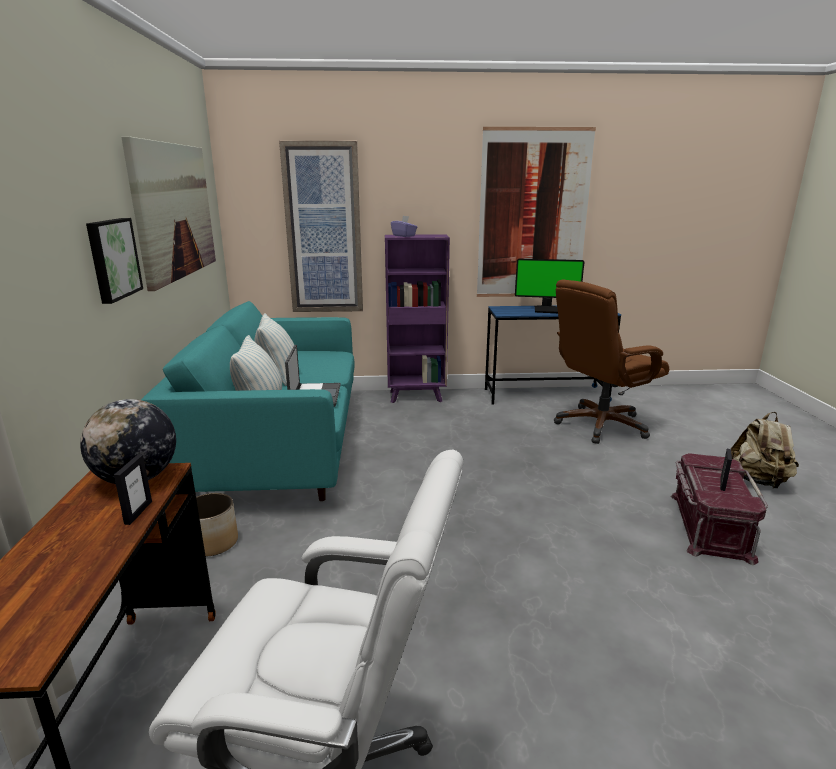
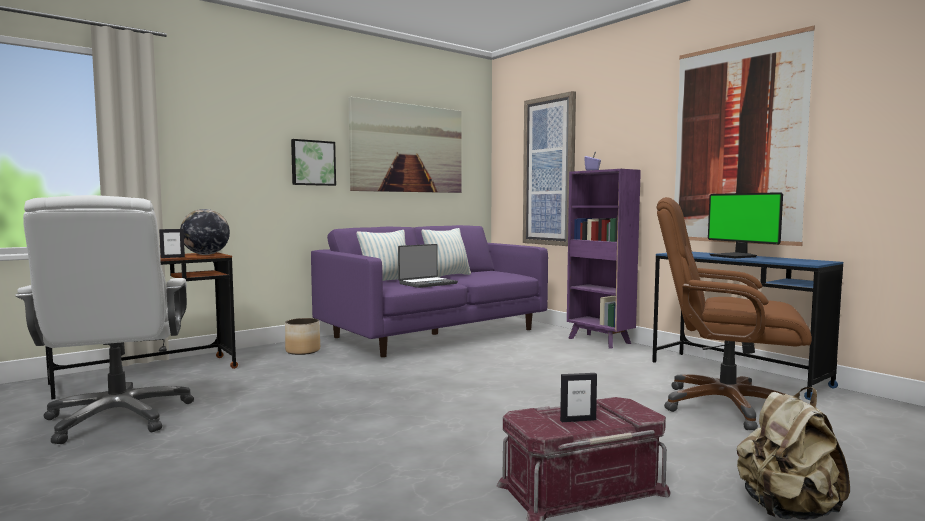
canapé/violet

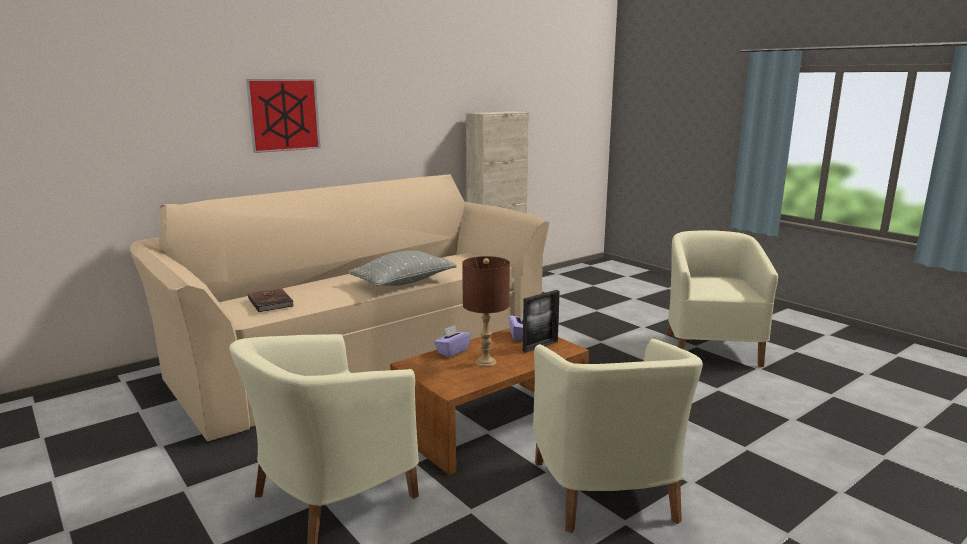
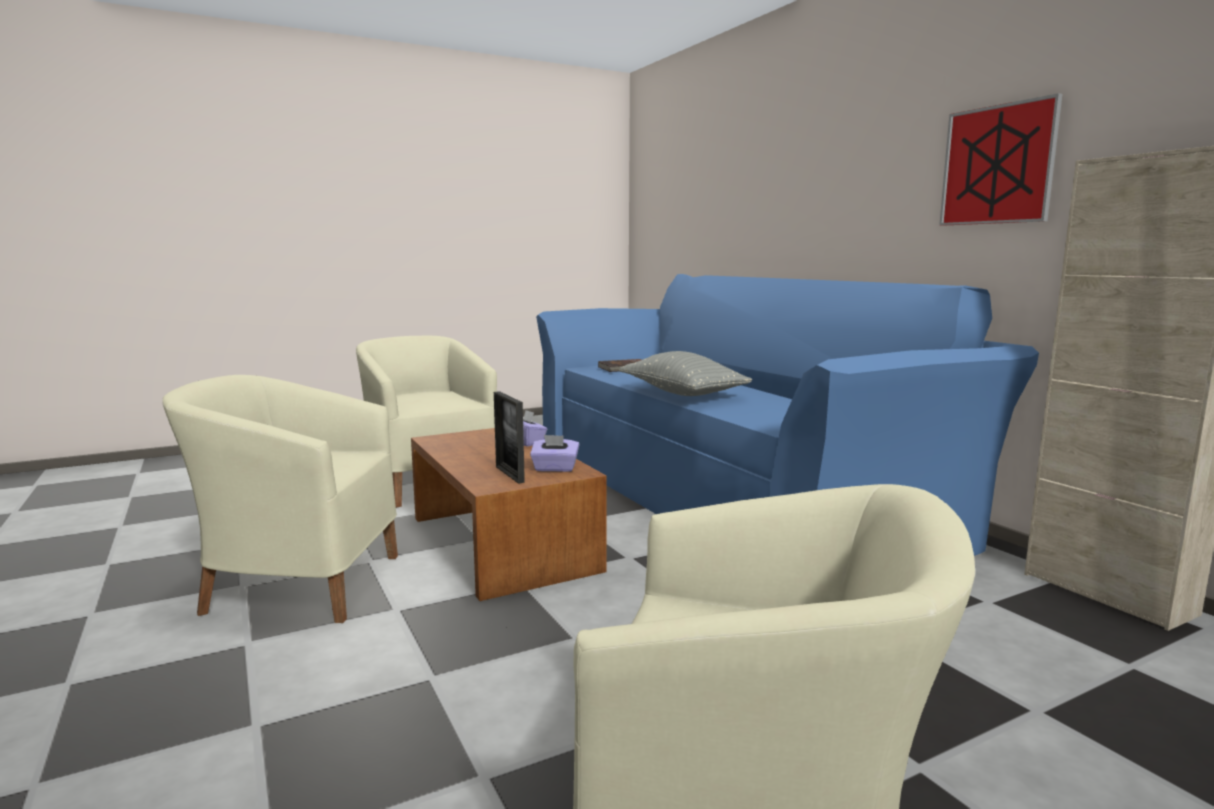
canapé/bleu
tableau
lampe de table/marron

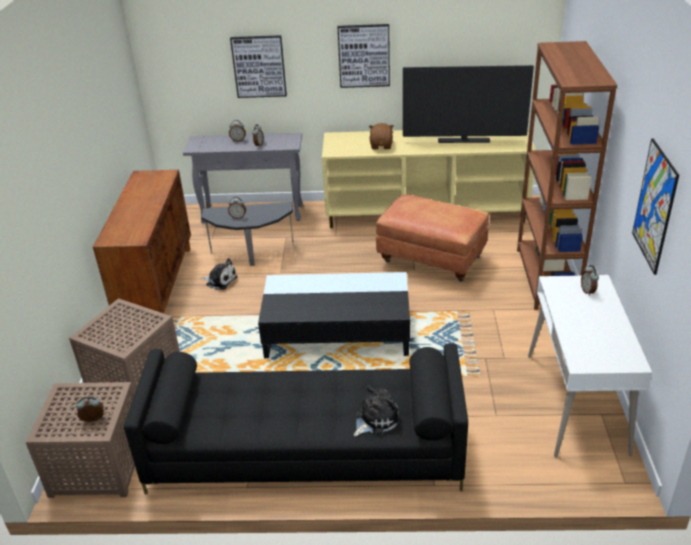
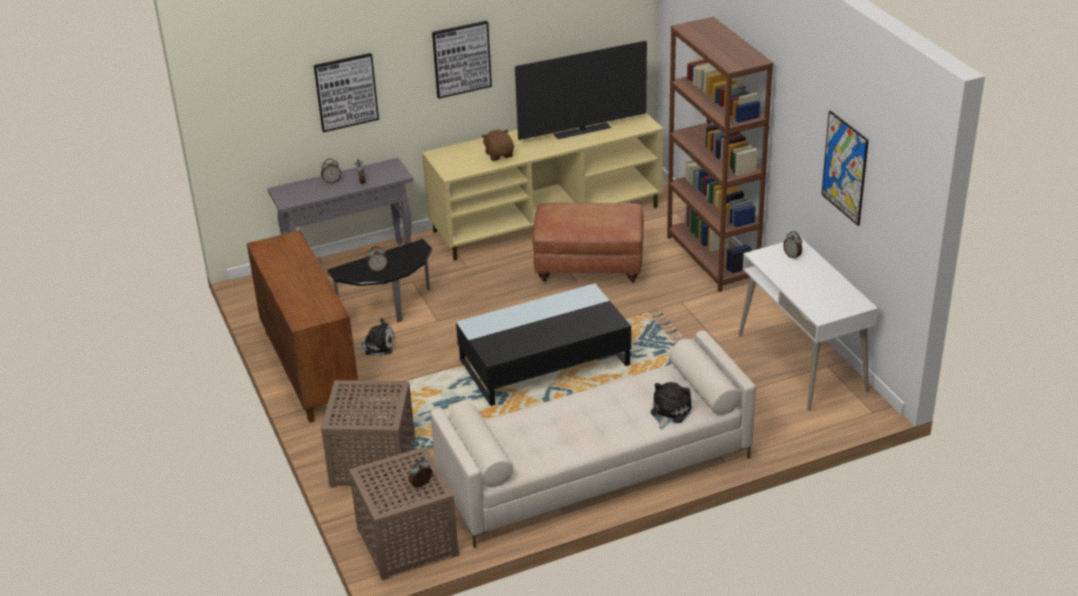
canapé/beige

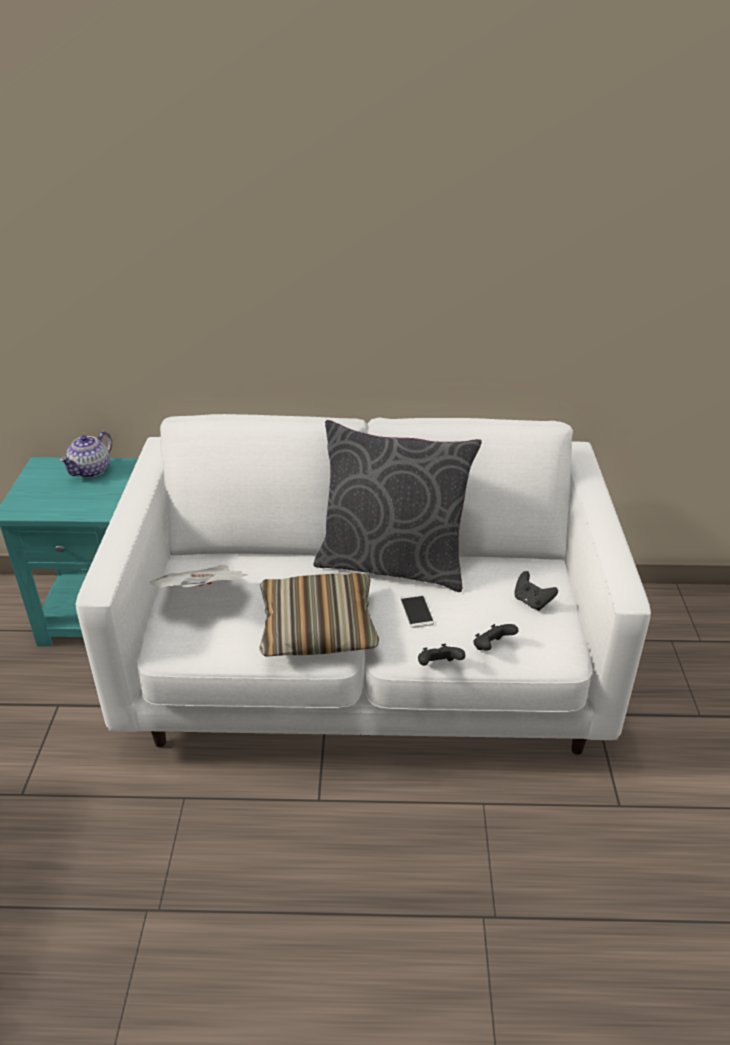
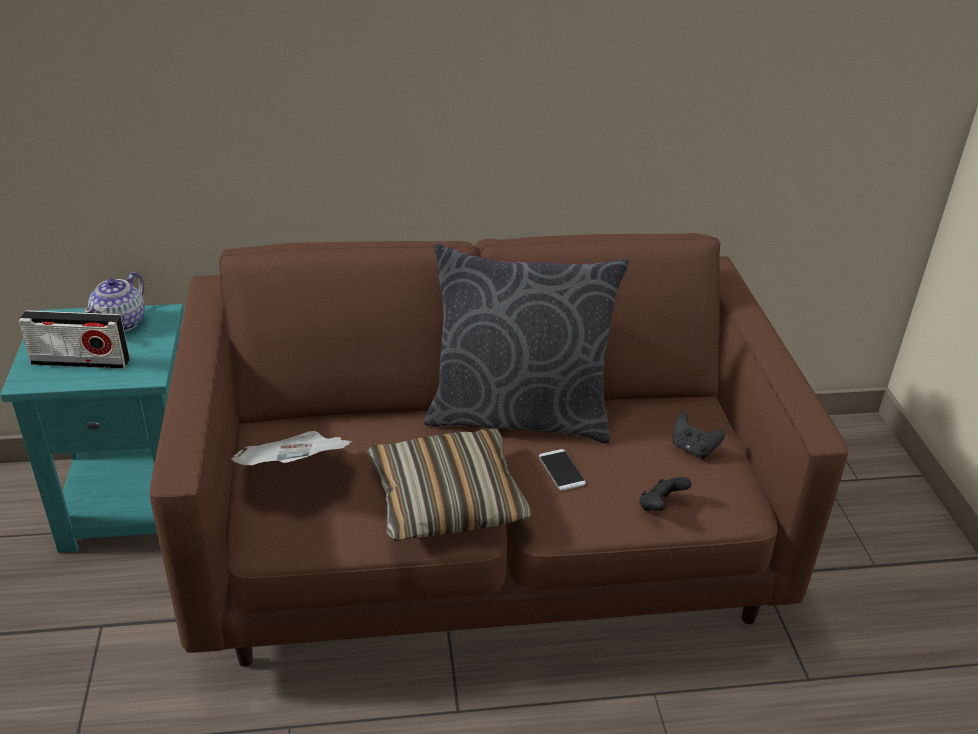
radio
canapé/marron
manette/noir (1st from left in the first image)

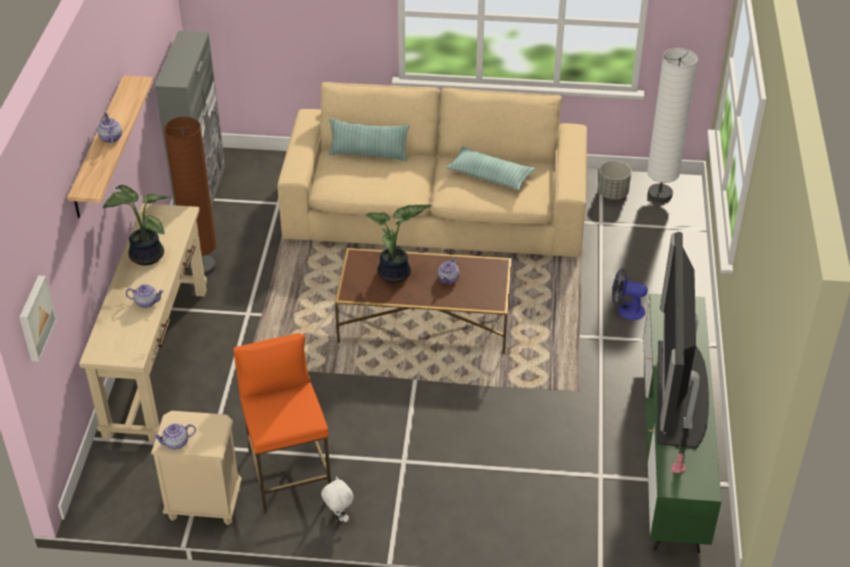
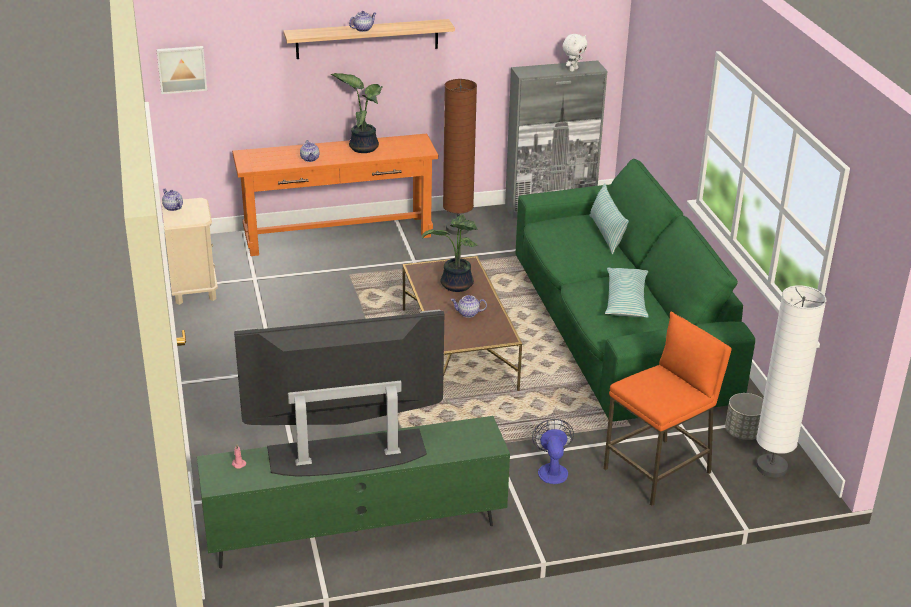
table console/orange
canapé/vert
peluche/blanc
tabouret/orange

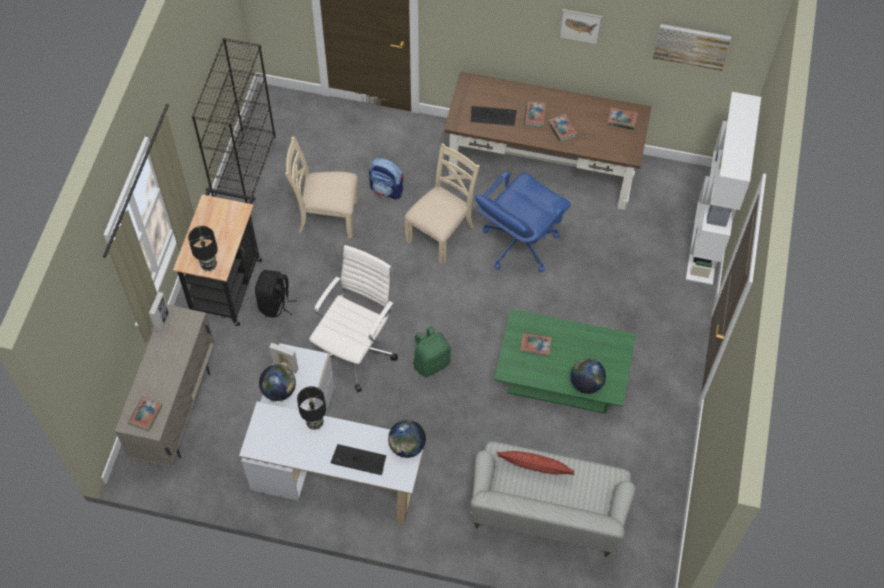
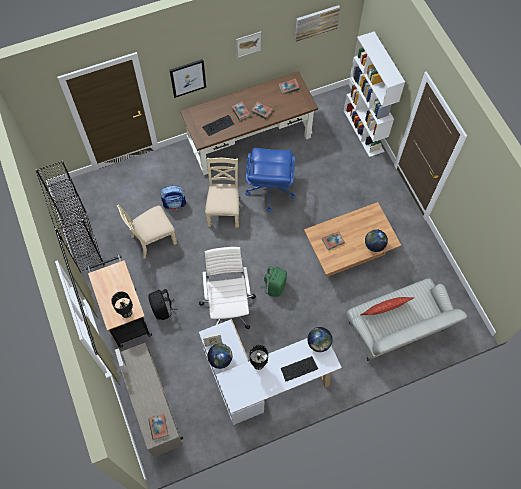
tableau (1st from left)
table basse/marron

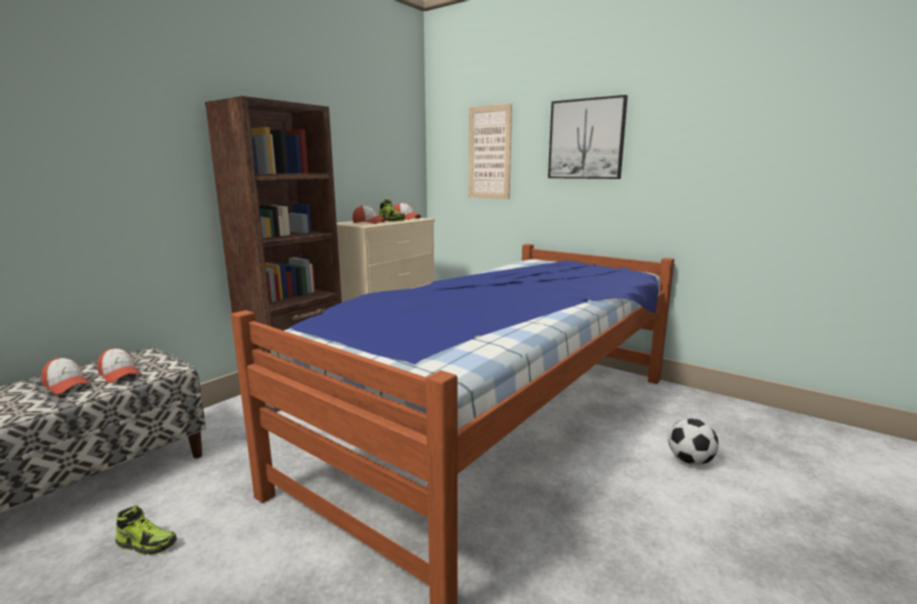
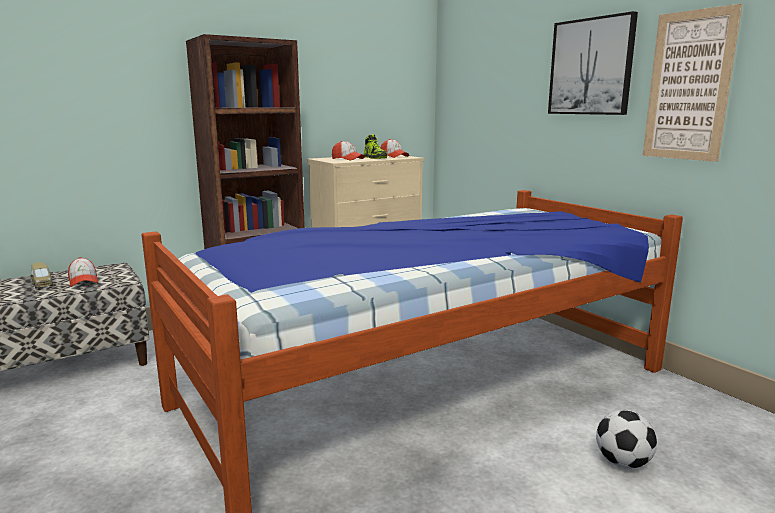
petite voiture
tableau (2nd from left)
chaussure (1st from left in the first image)

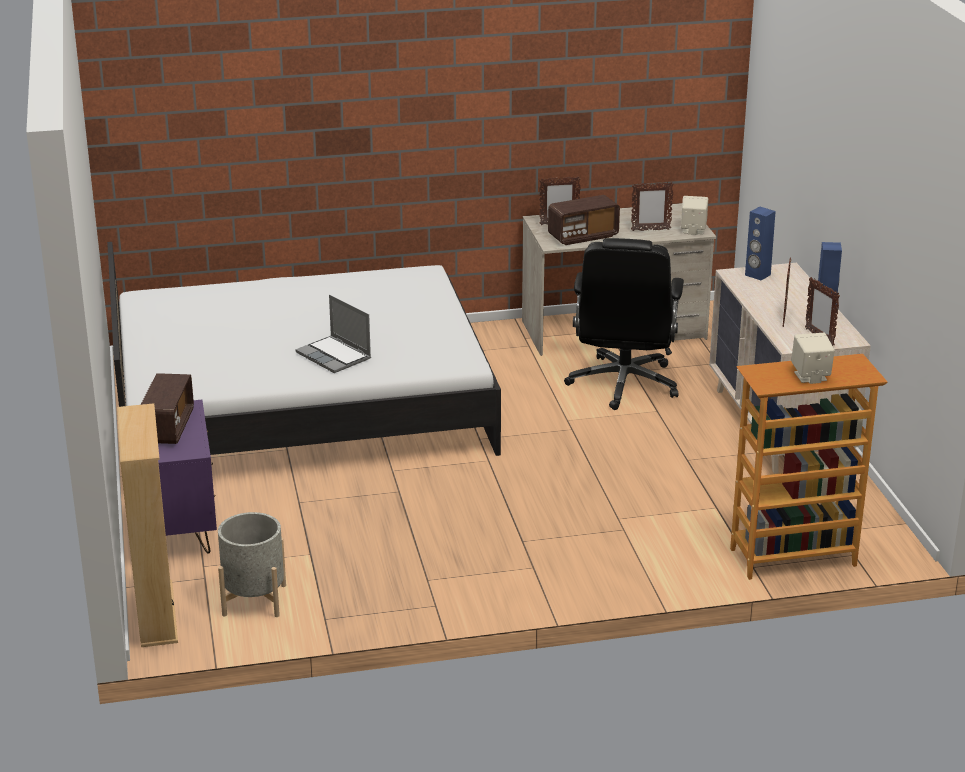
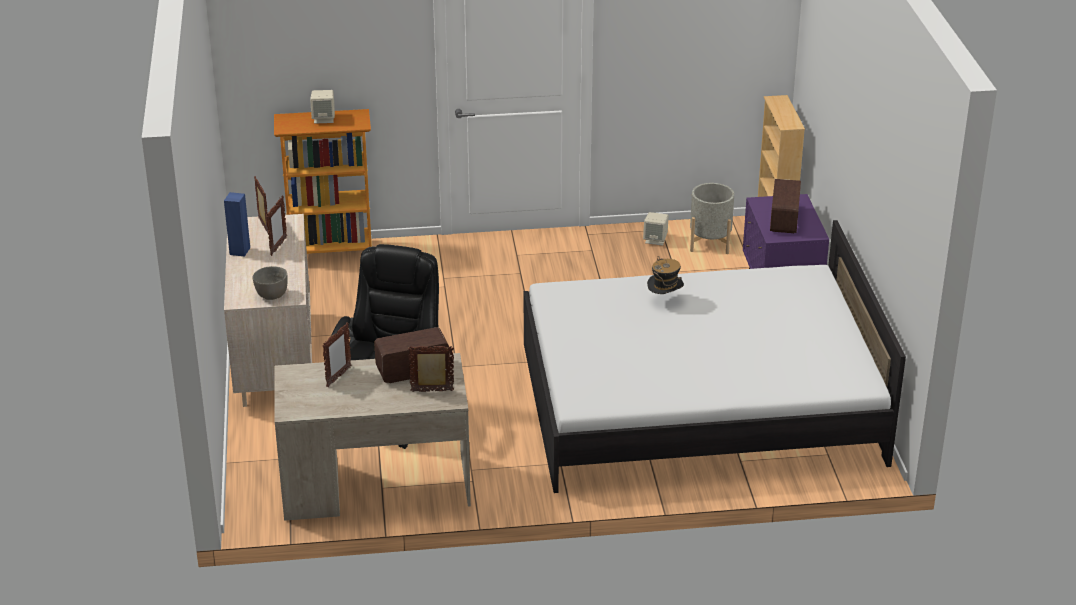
bol/gris
cadre photo (3rd from left)
enceinte/beige (2nd from left)
chapeau

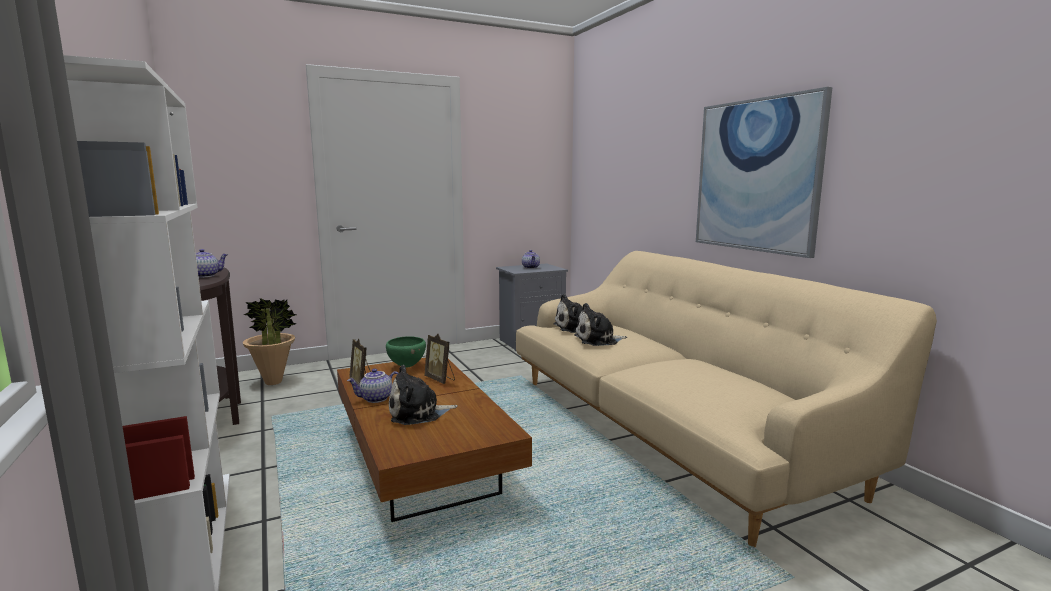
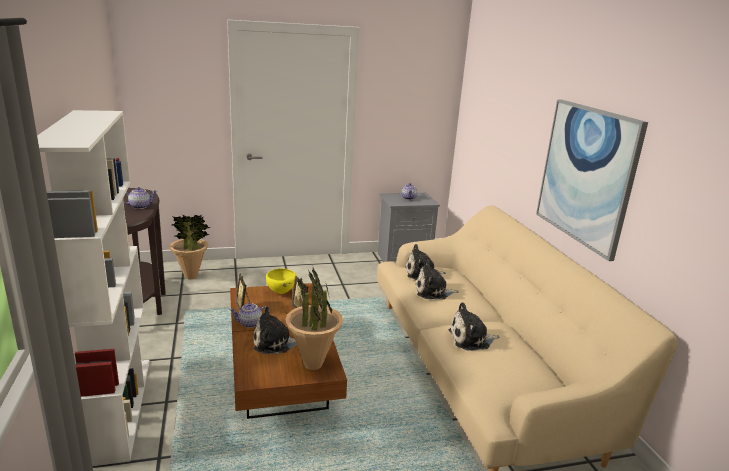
bol/jaune
plante en pot (2nd from left)
peluche (4th from left)

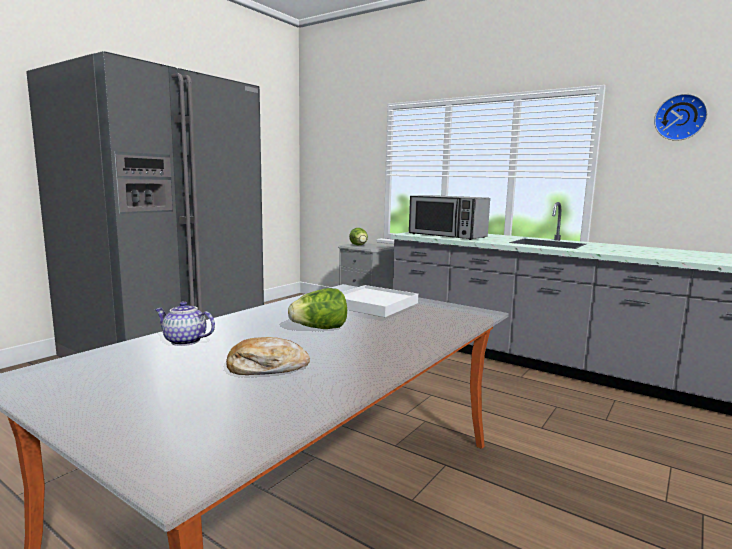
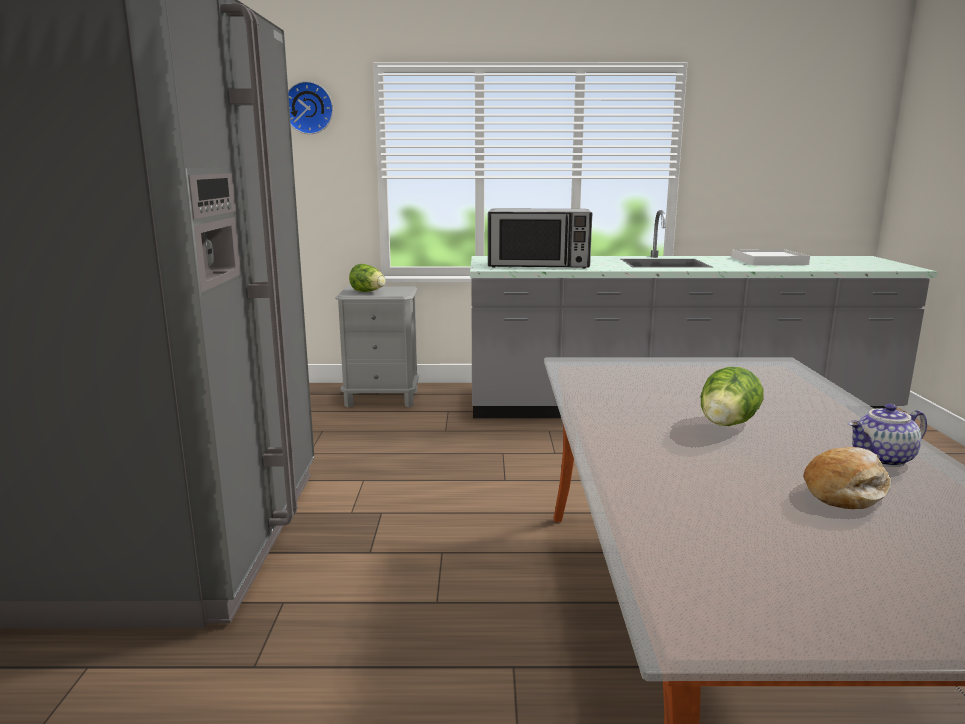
horloge murale
plateau/blanc
théière

